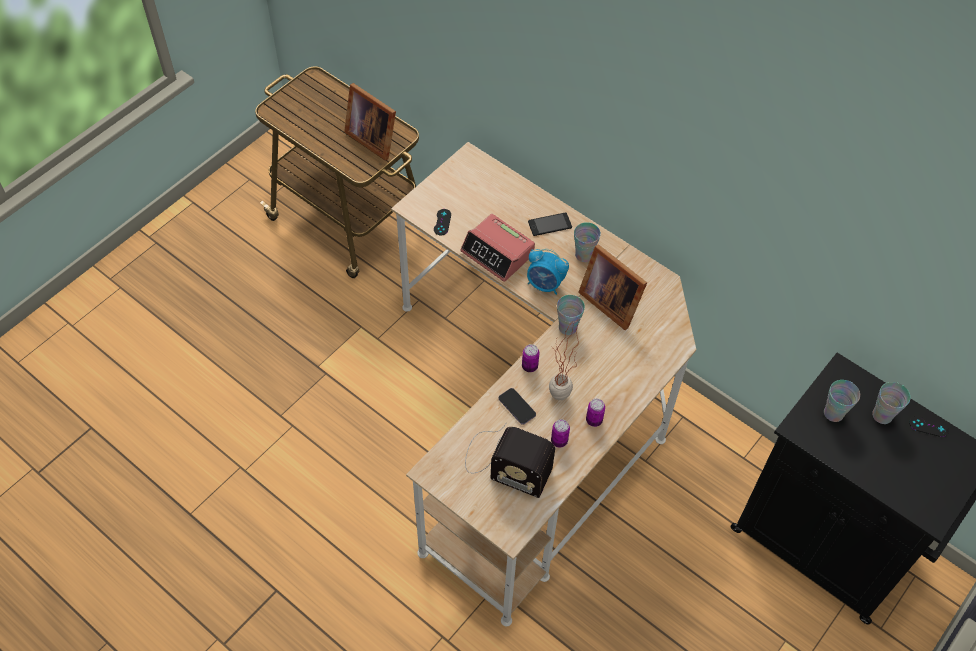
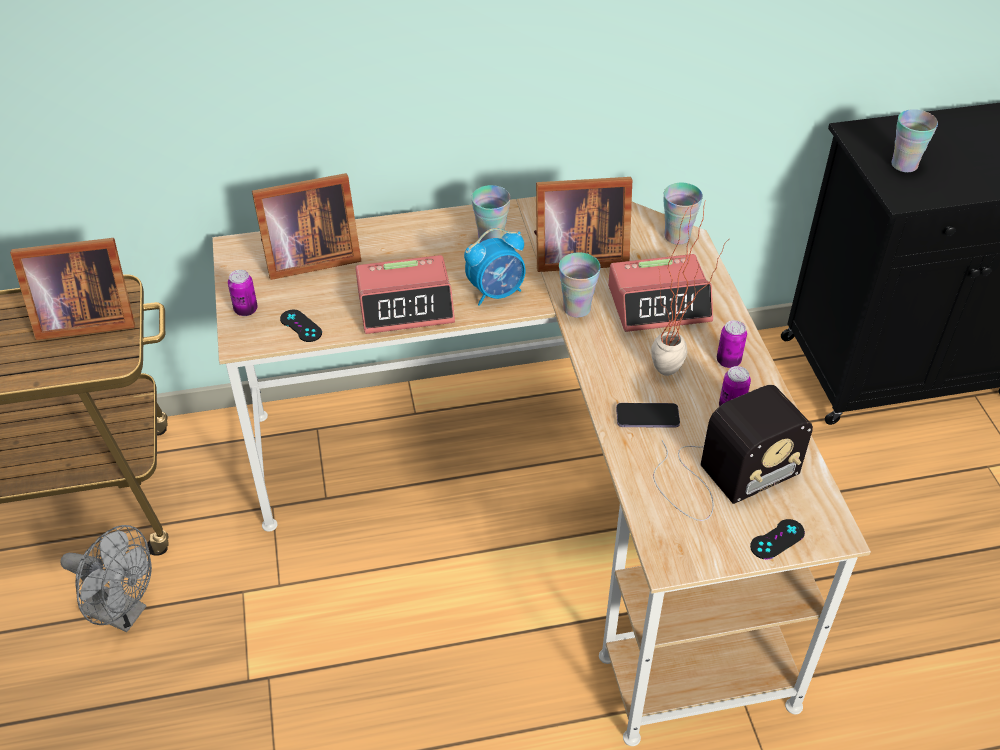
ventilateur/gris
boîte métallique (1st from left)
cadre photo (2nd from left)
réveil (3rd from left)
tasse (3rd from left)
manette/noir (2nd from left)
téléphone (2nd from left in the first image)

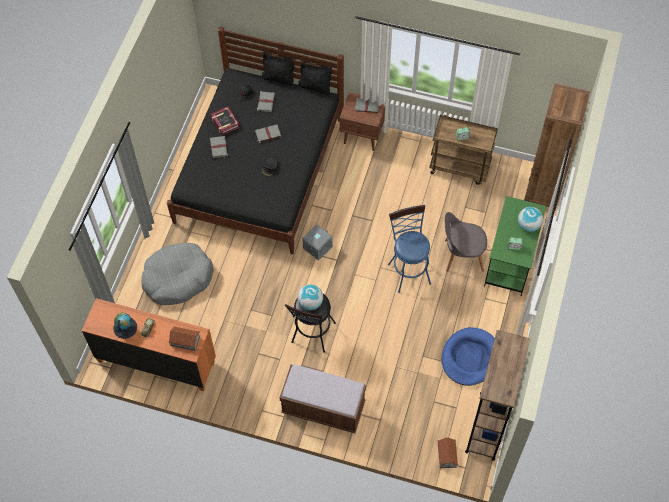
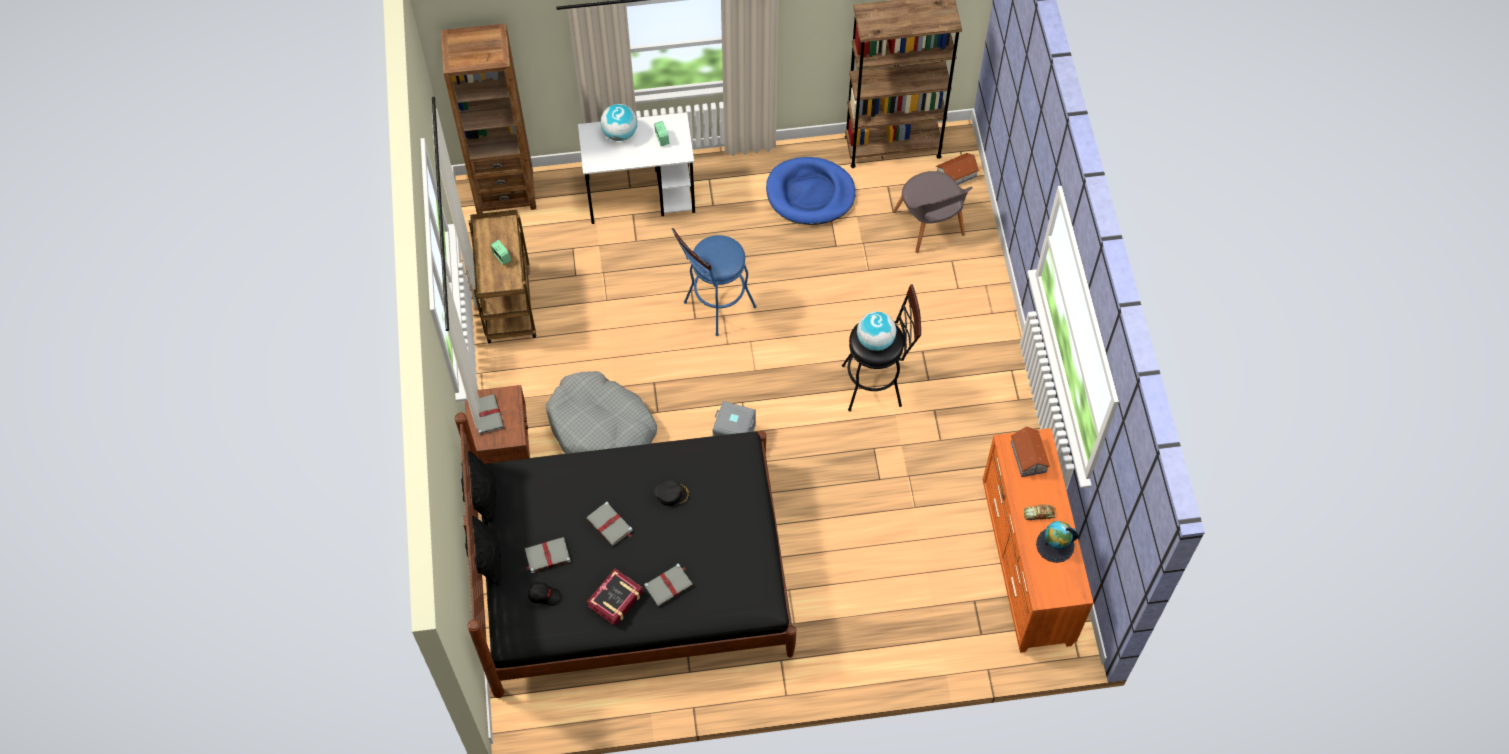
panier pour chien/gris
bureau/blanc
chaise/gris
banc/marron

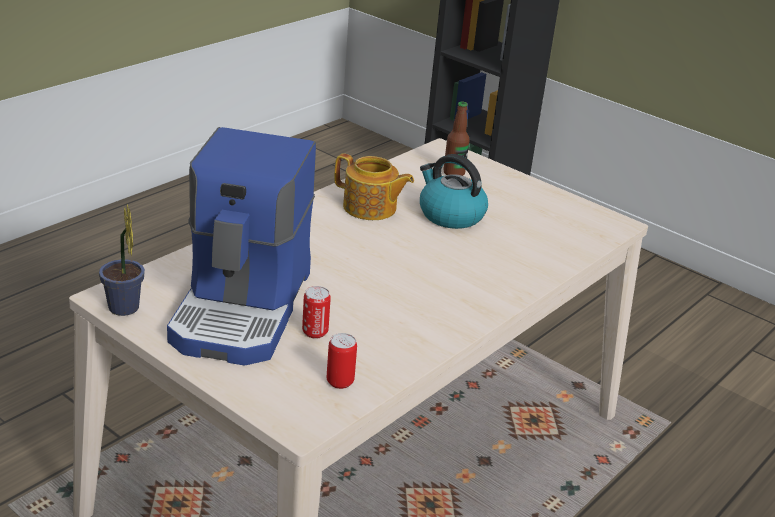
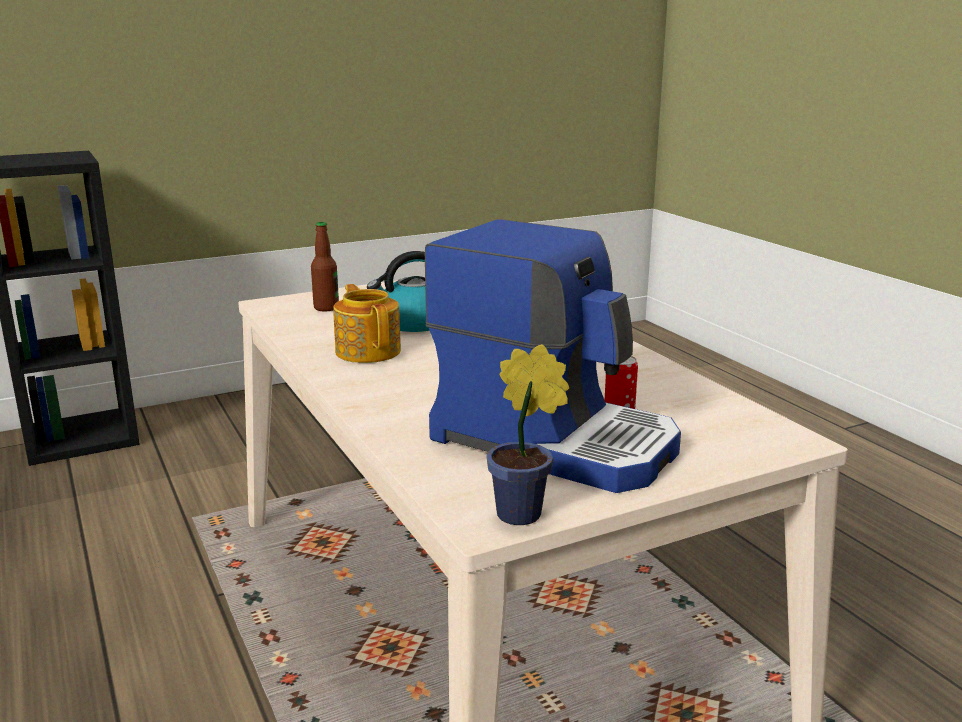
théière
boîte métallique (2nd from left in the first image)

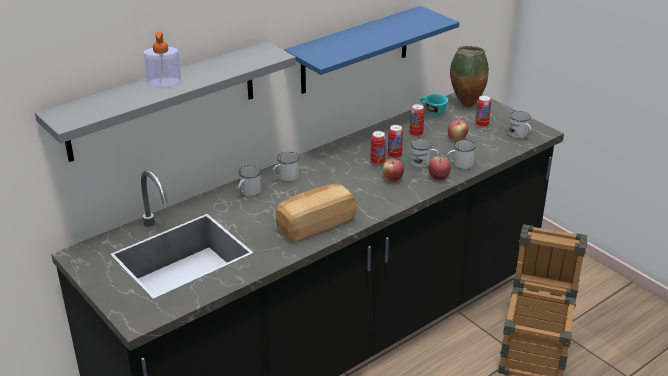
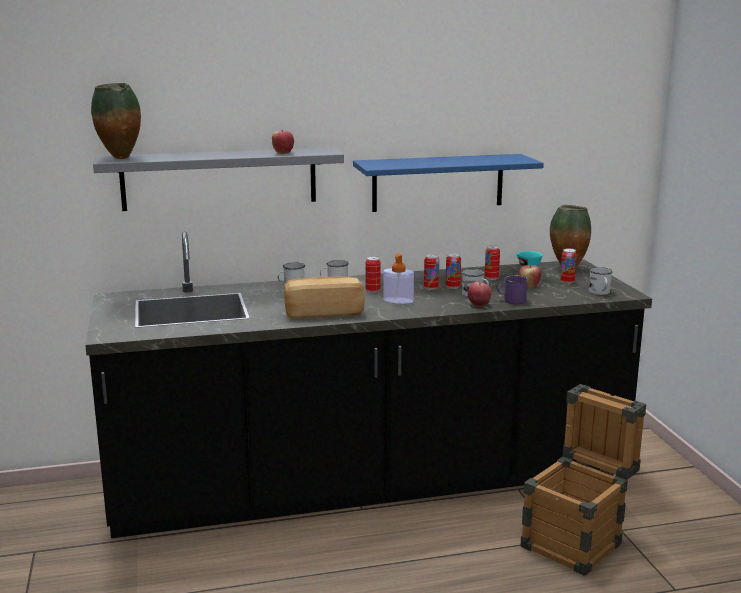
vase (1st from left)
pomme (1st from left)
boîte métallique (1st from left)
distributeur de savon
mug/violet

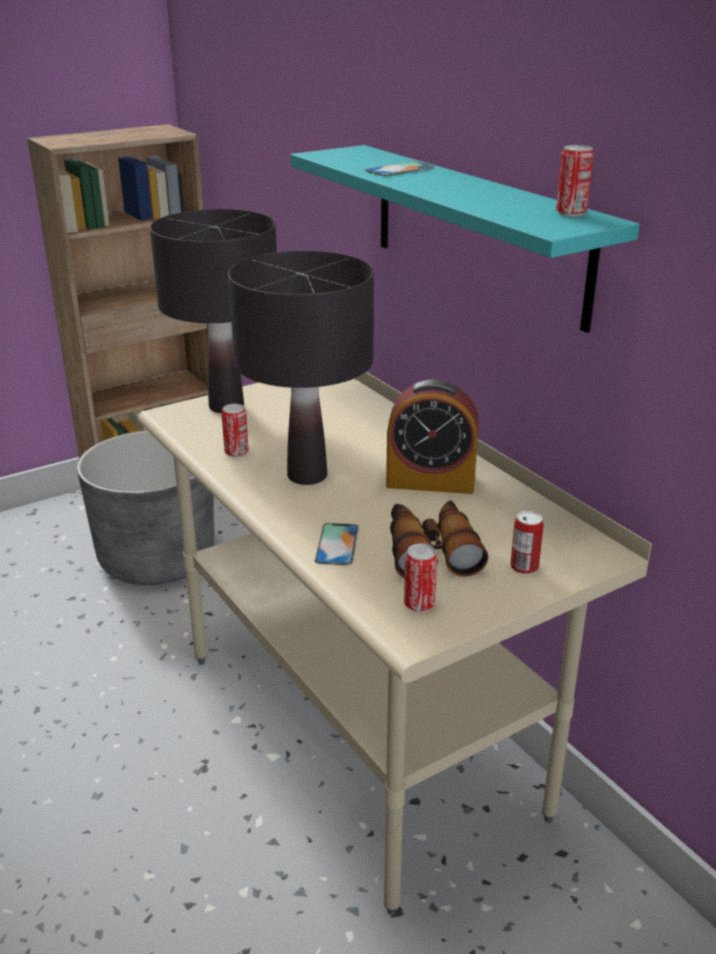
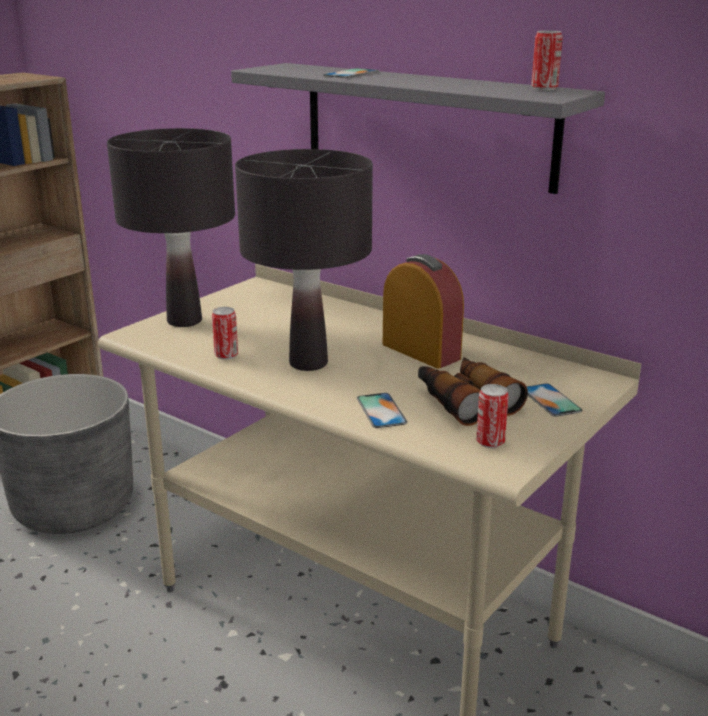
étagère/gris
réveil
téléphone (3rd from left)

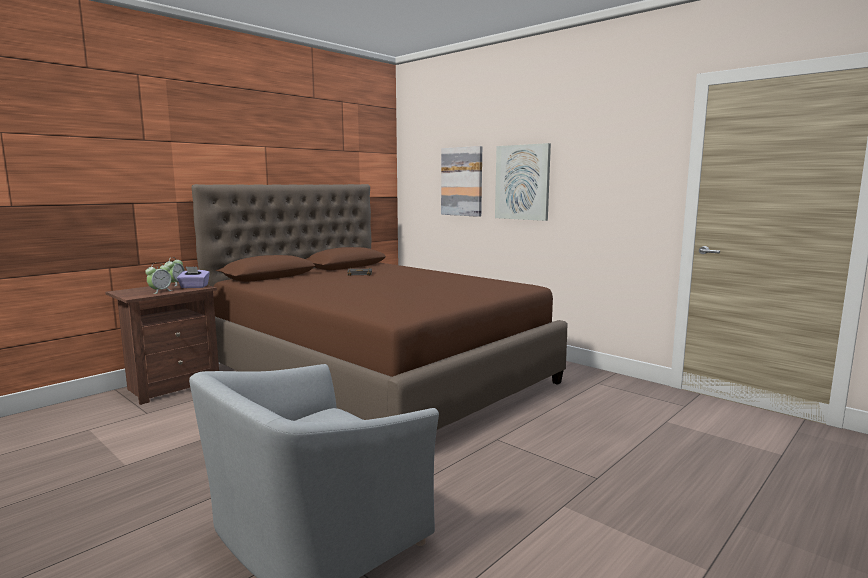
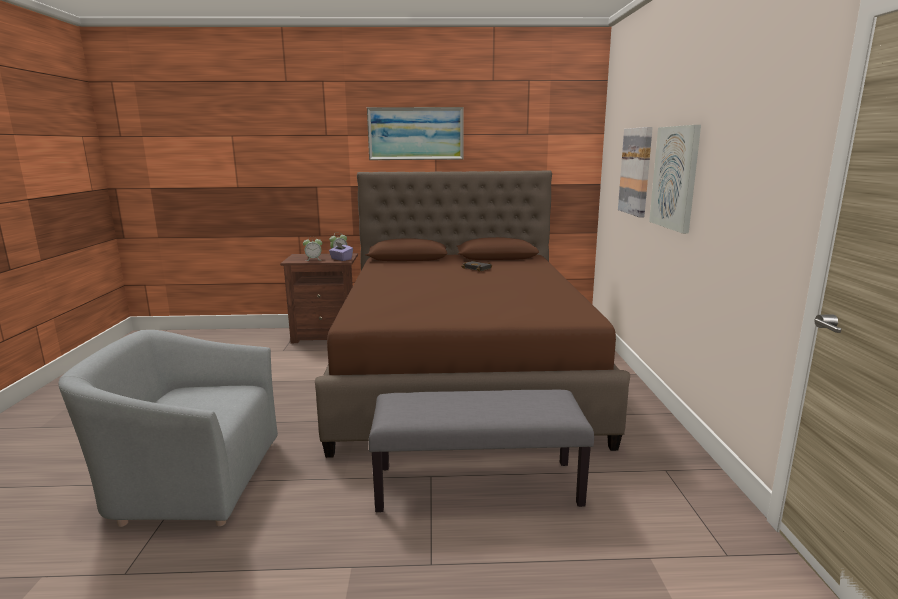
tableau (1st from left)
banc/gris

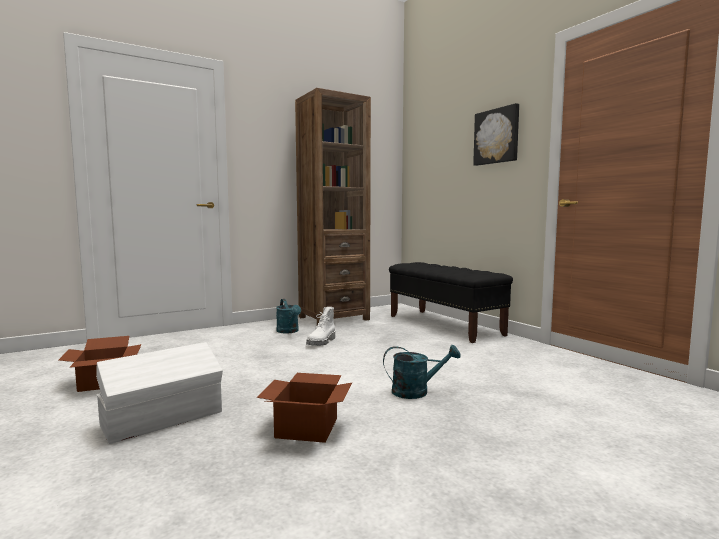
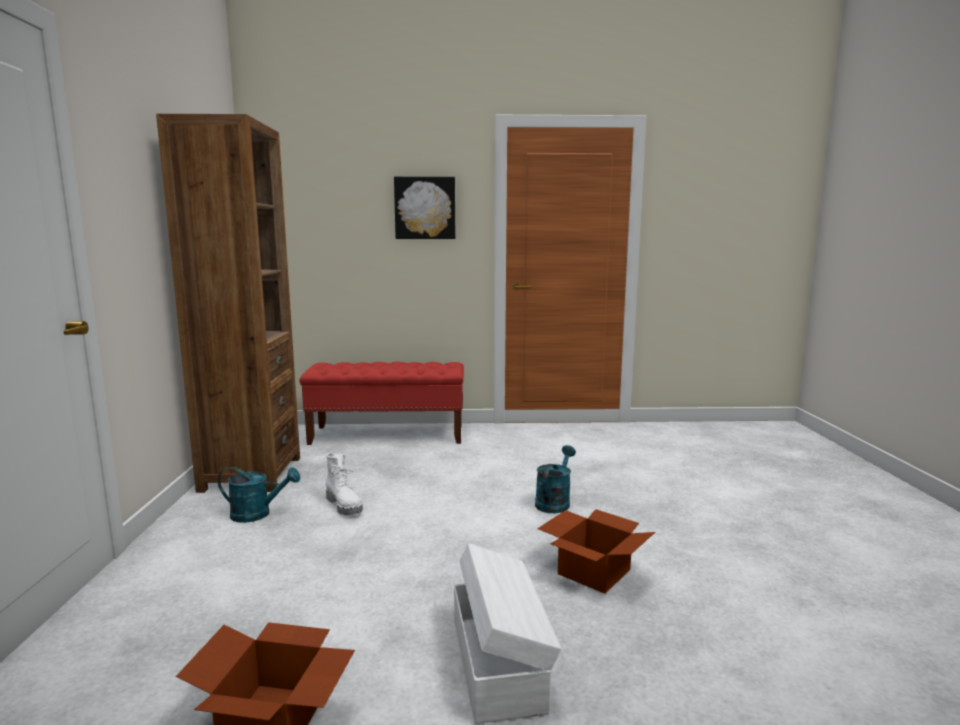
banc/rouge

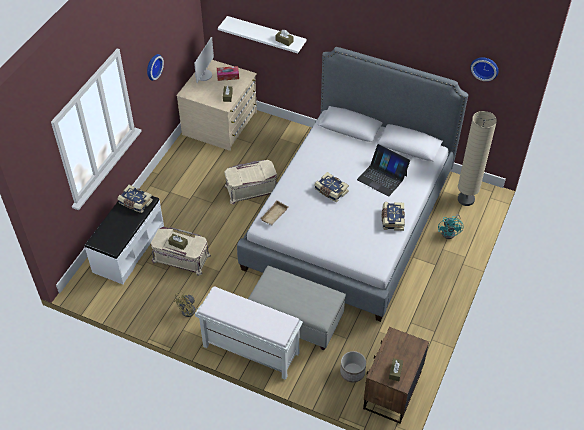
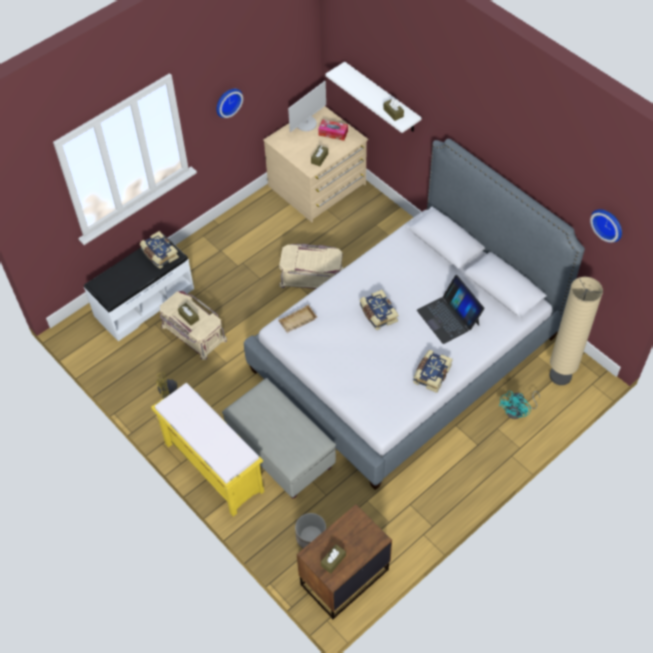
banc/jaune

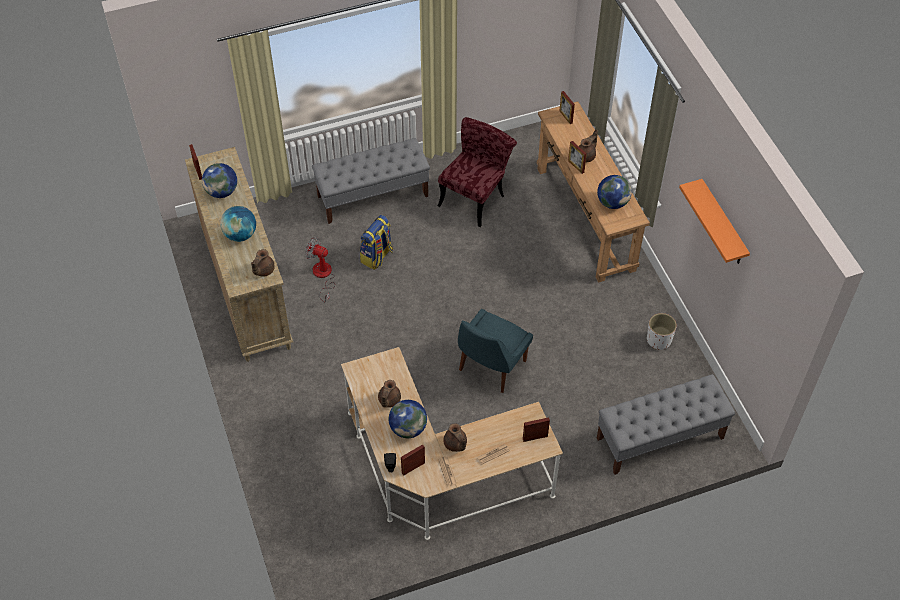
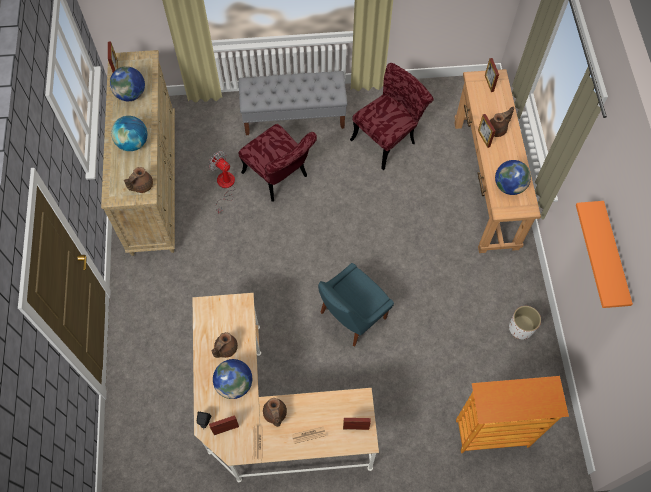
chaise/rouge (1st from left)
bibliothèque

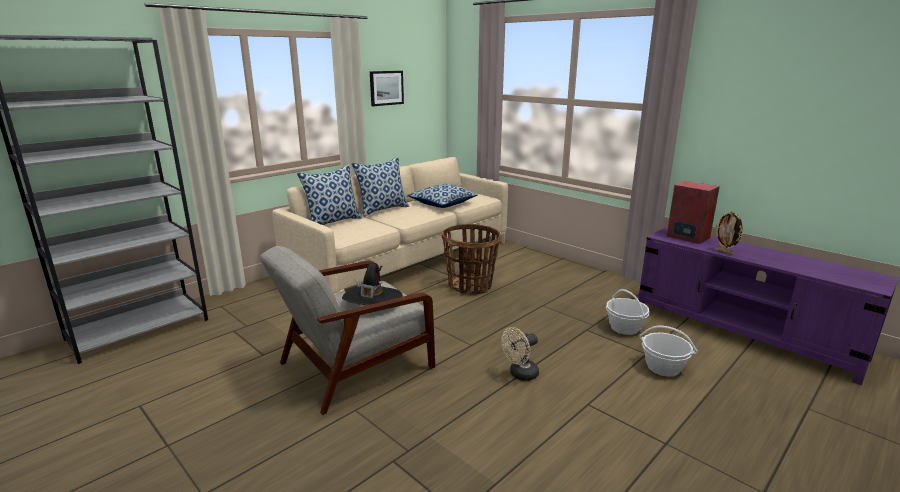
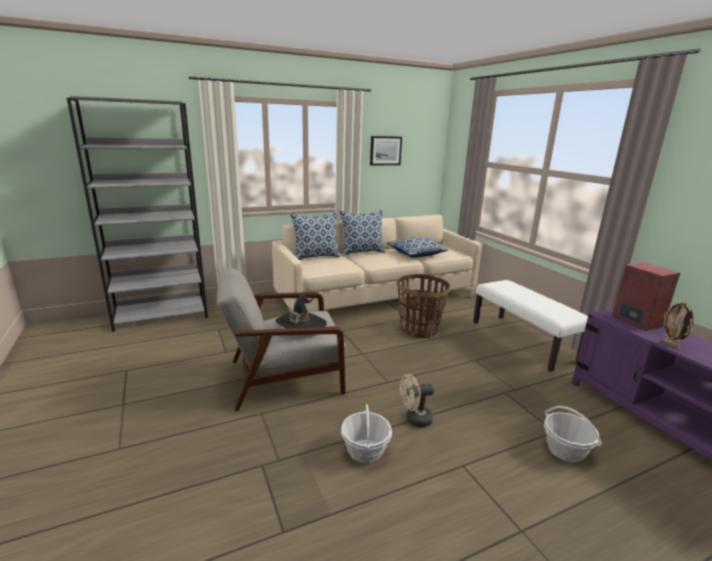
panier (1st from left)
banc/blanc

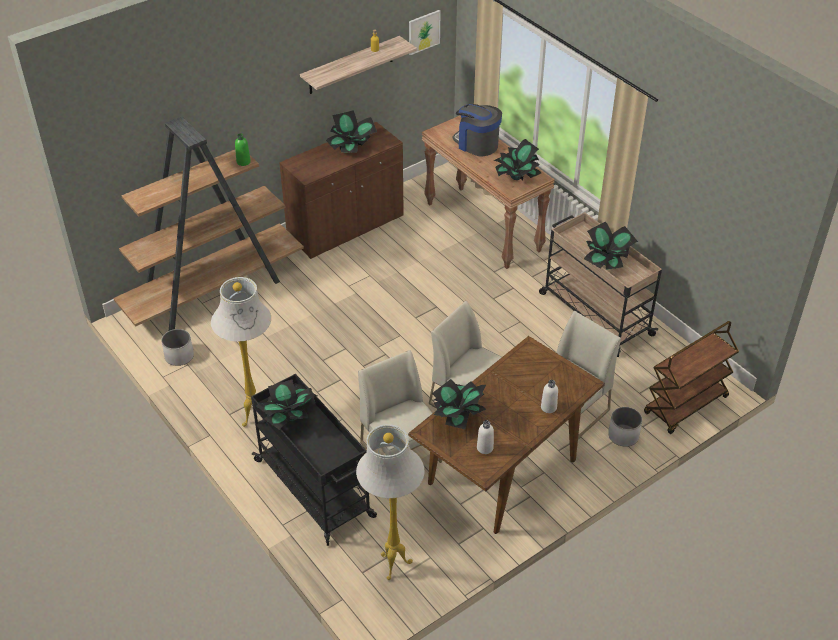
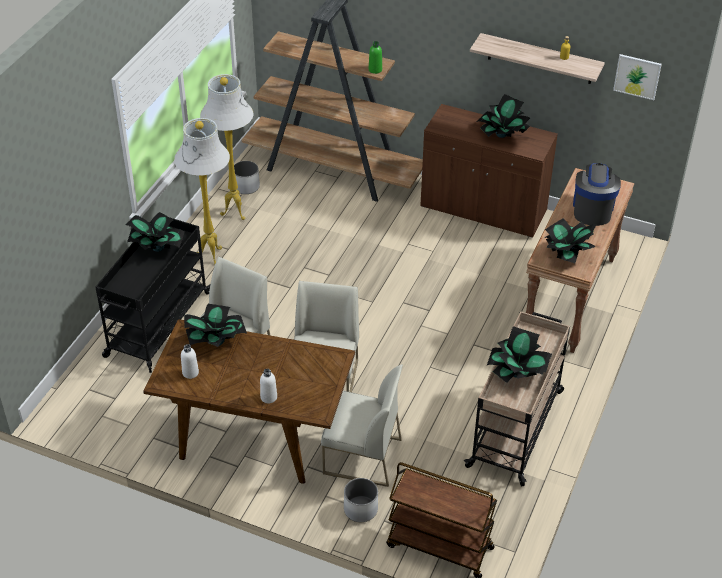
lampadaire/blanc (2nd from left)

